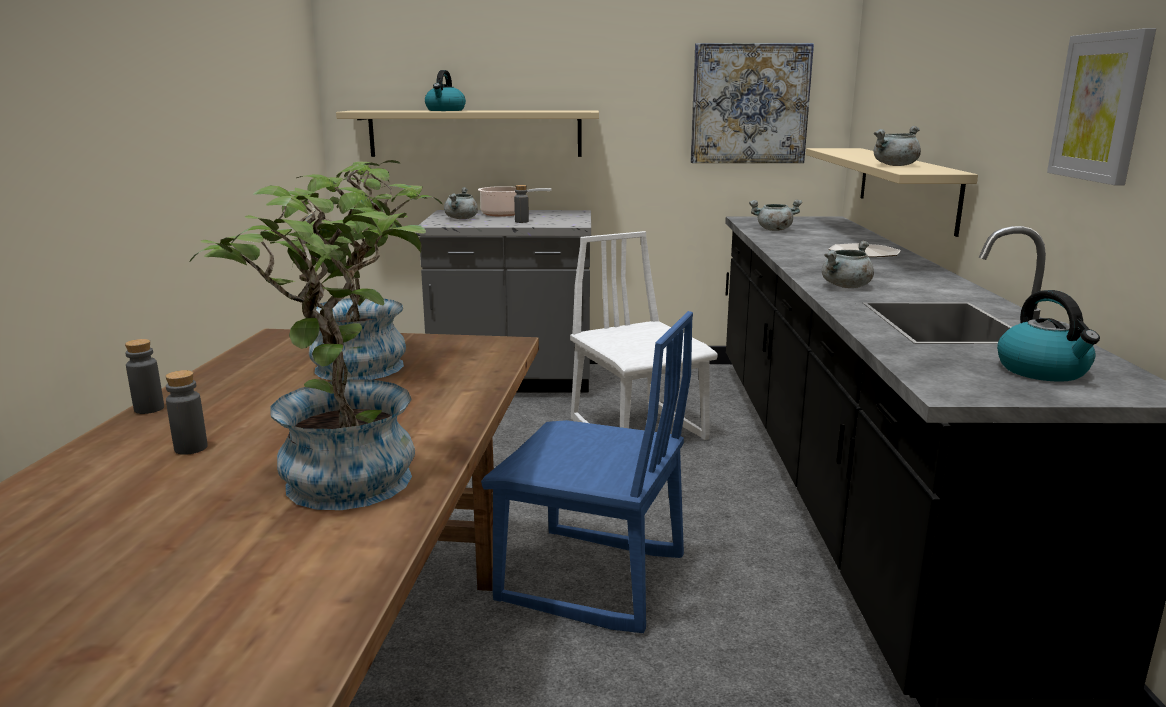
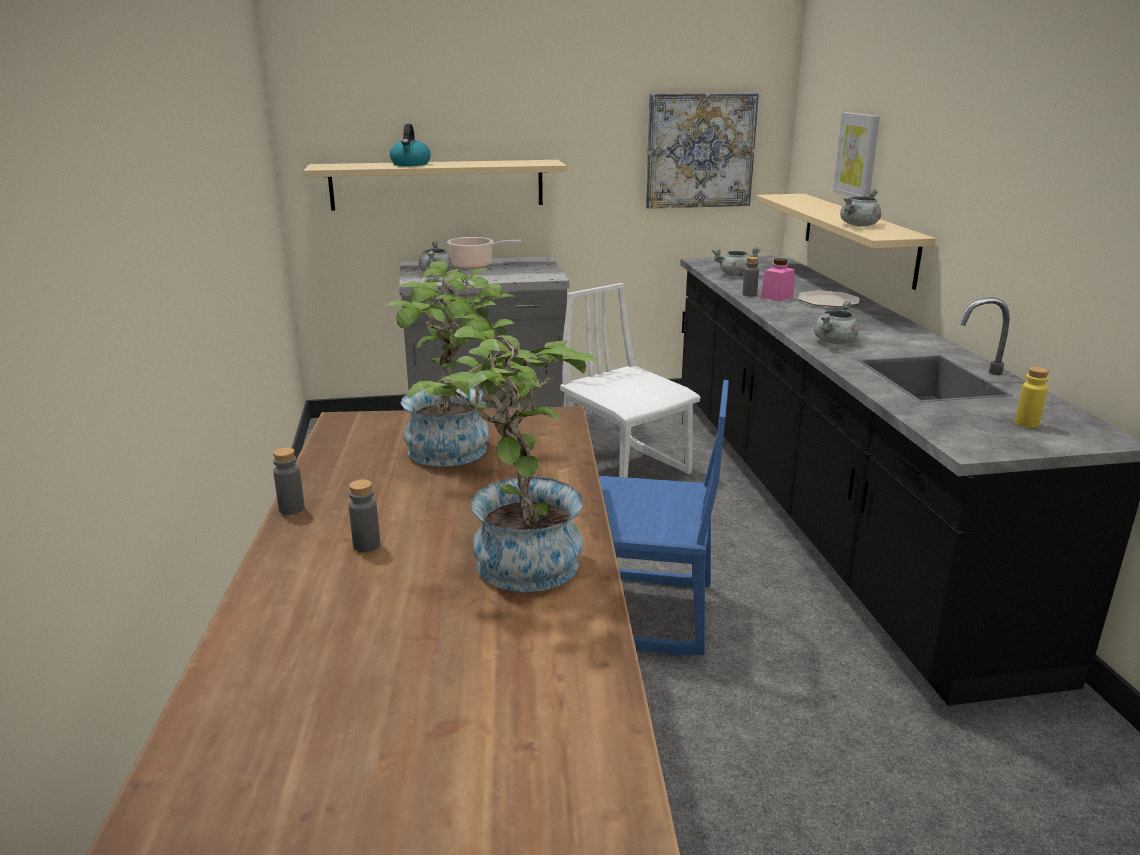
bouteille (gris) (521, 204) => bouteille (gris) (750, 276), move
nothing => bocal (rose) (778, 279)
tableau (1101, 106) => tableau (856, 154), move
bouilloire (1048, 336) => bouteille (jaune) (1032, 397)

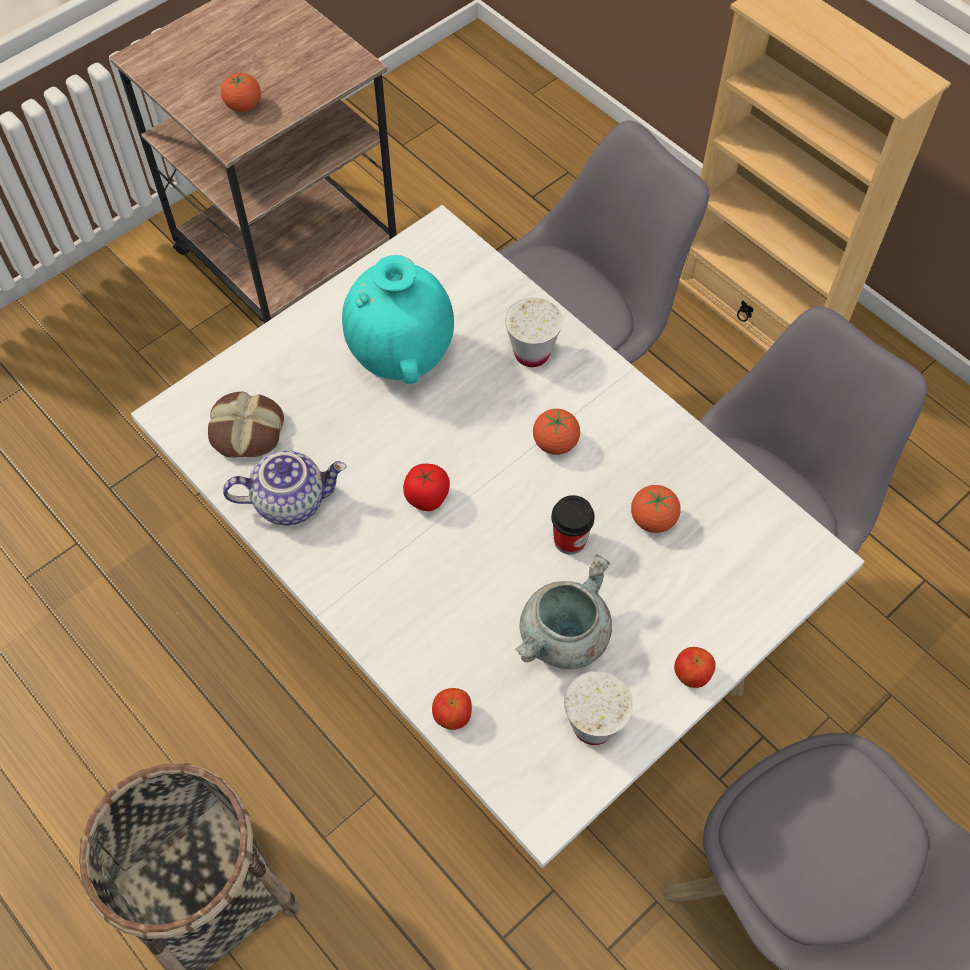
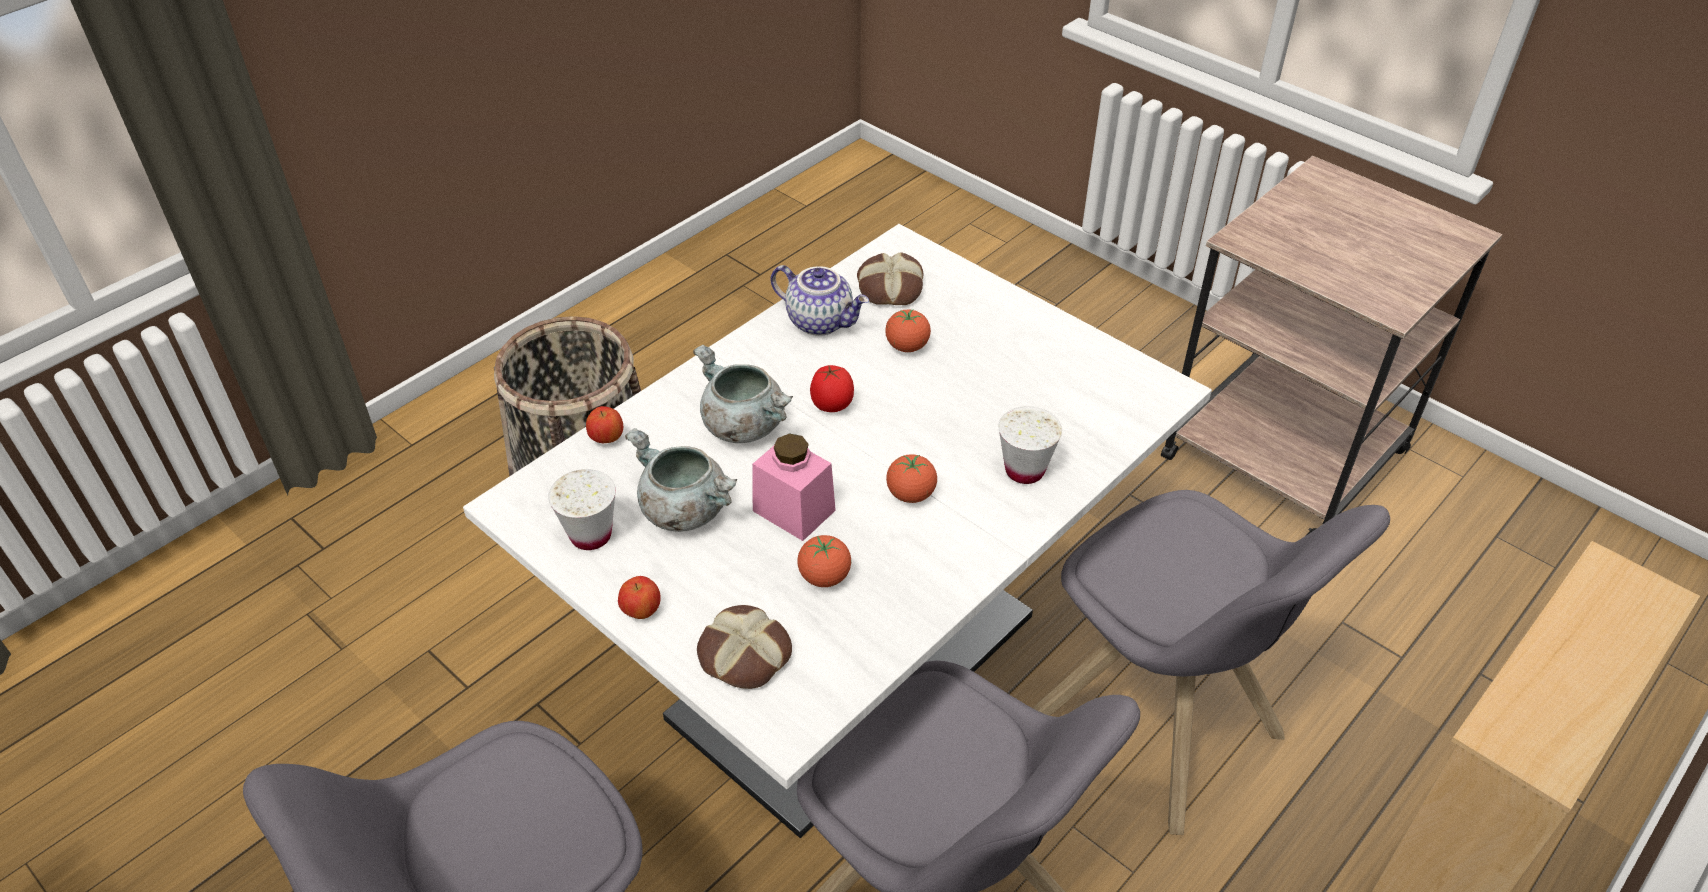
nothing => marmite (gris) (743, 394)
nothing => pain (744, 647)
tasse (573, 525) => bocal (rose) (794, 487)
théière (284, 488) => théière (819, 300), 45 degrees counterclockwise
tomate (241, 92) => tomate (908, 330), move
vase (turquoise) (398, 319) => nothing

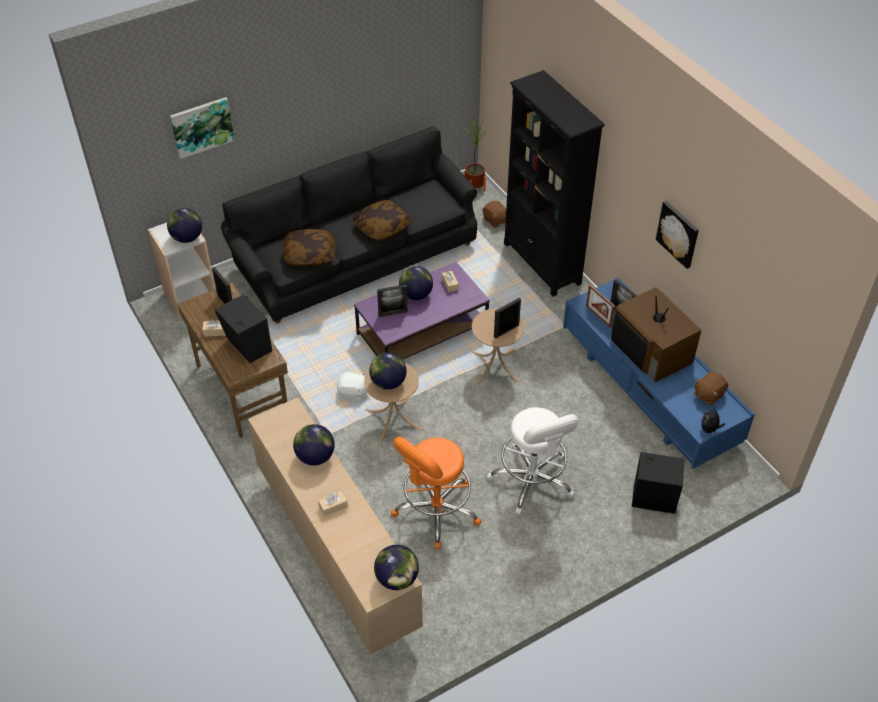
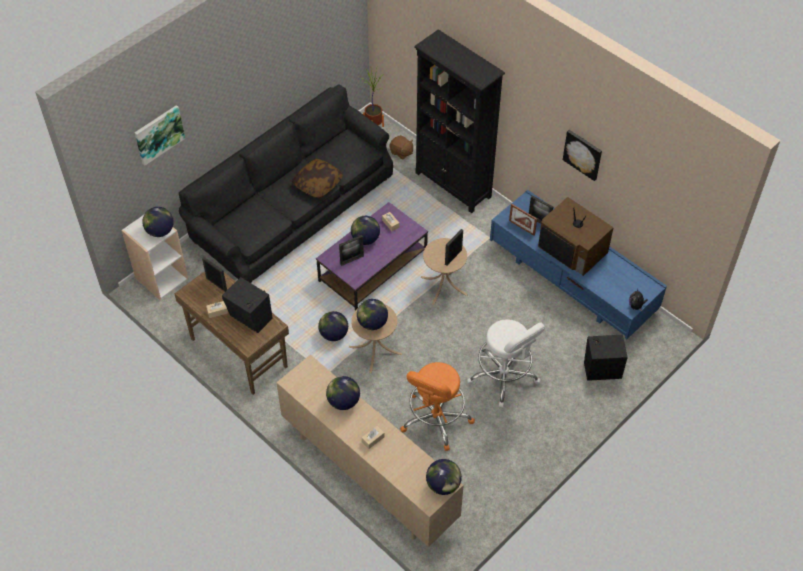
peluche (blanc) (352, 386) => globe (333, 326)
coussin (309, 248) => nothing
peluche (marron) (711, 389) => nothing

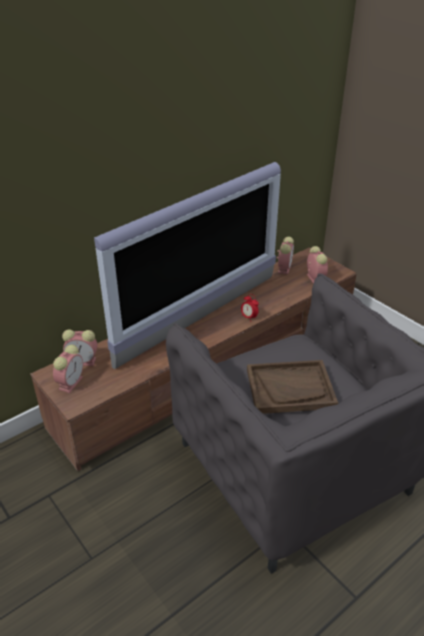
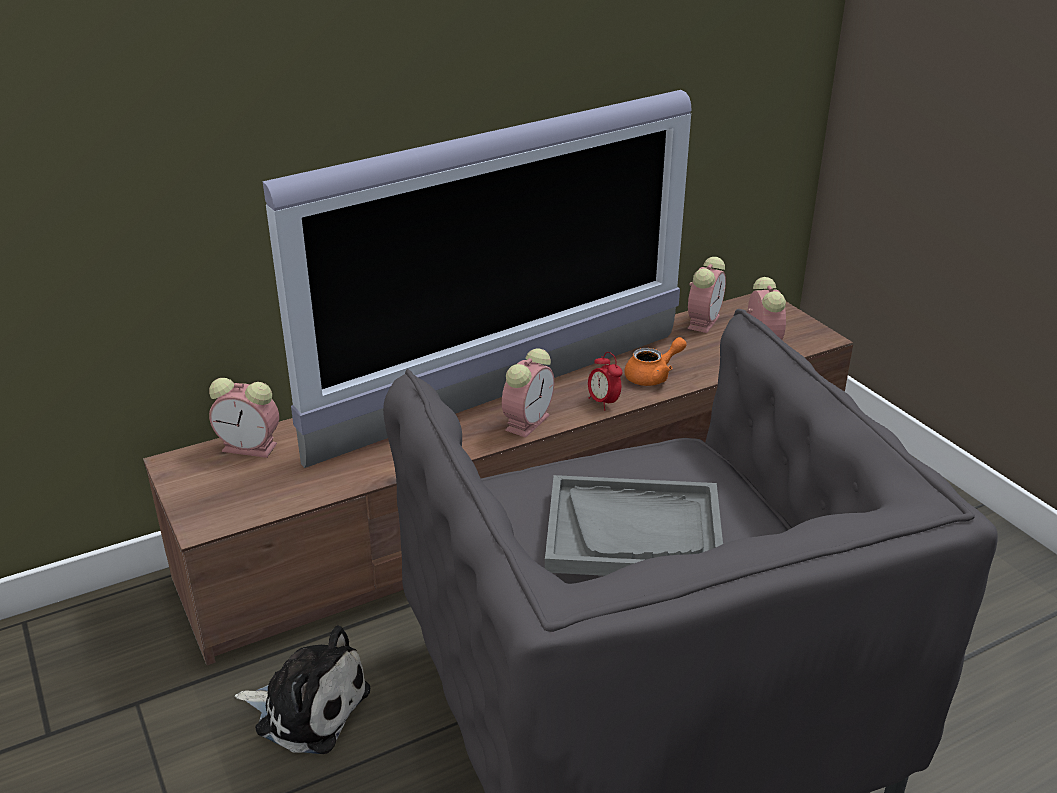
nothing => peluche (302, 689)
réveil (68, 369) => réveil (528, 393), move
plateau (marron) (292, 387) => plateau (gris) (634, 525)
nothing => théière (orange) (655, 361)

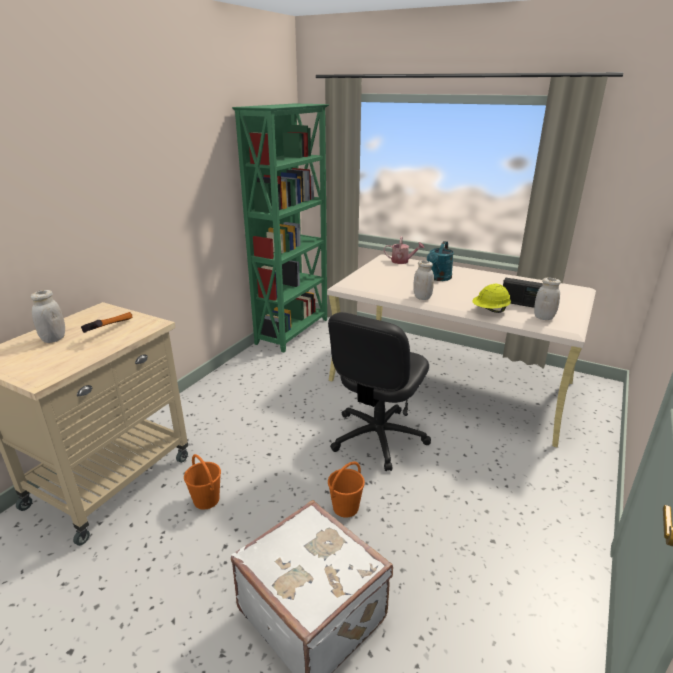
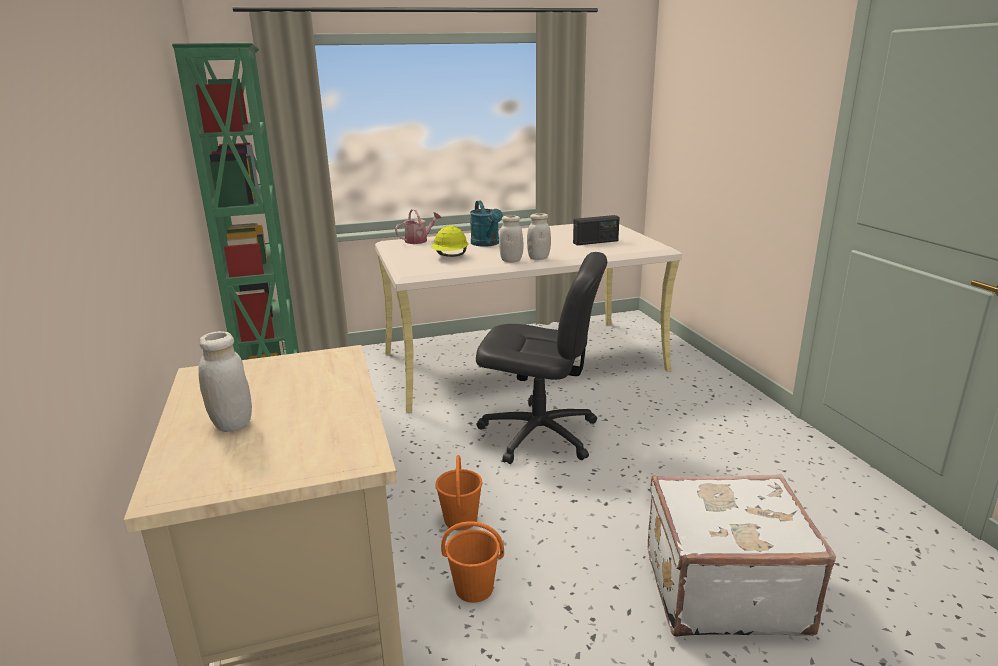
casque de chantier (jaune) (491, 298) => casque de chantier (jaune) (449, 241), move
seau (orange) (346, 490) => seau (orange) (459, 492), move
chaise de bureau (noir) (379, 391) => chaise de bureau (noir) (541, 358), 60 degrees counterclockwise
bocal (blanc) (547, 299) => bocal (blanc) (539, 236), move
marteau (106, 322) => nothing

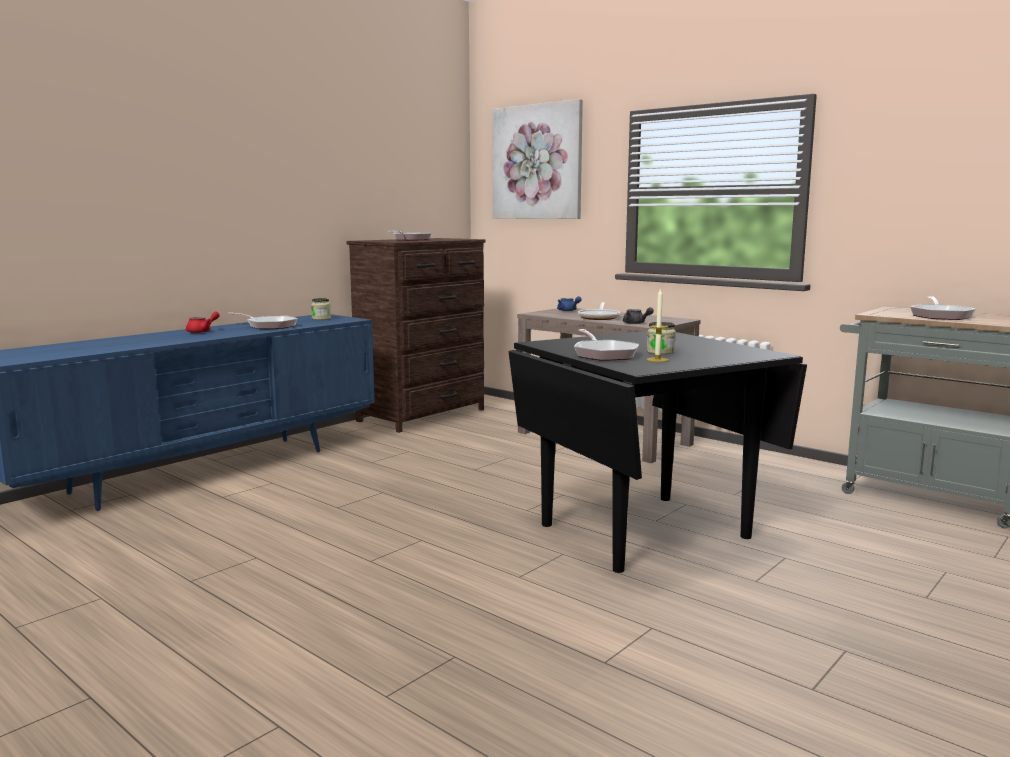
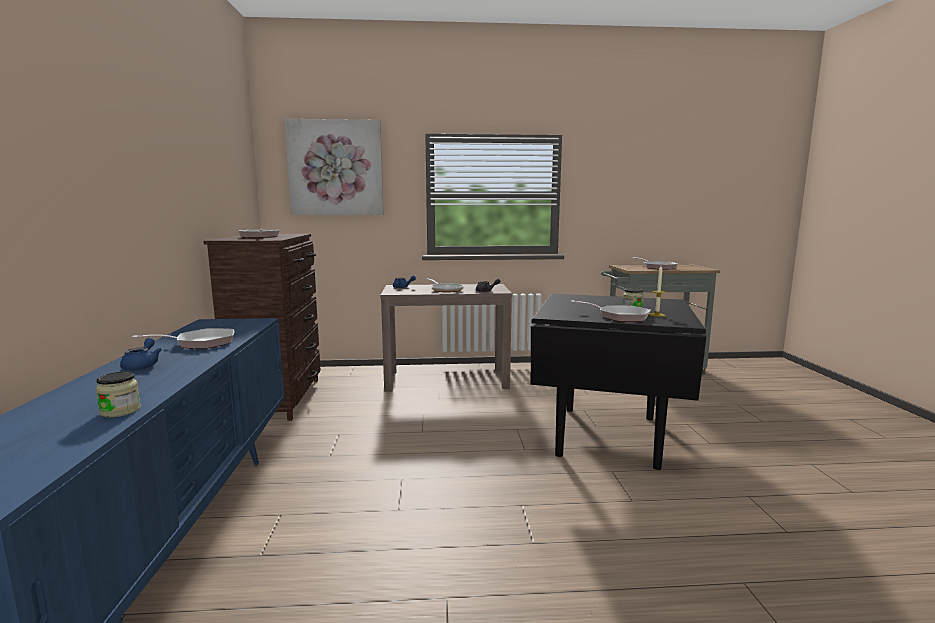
bocal (321, 309) => bocal (118, 394), move
théière (rouge) (203, 322) => théière (bleu) (141, 354)

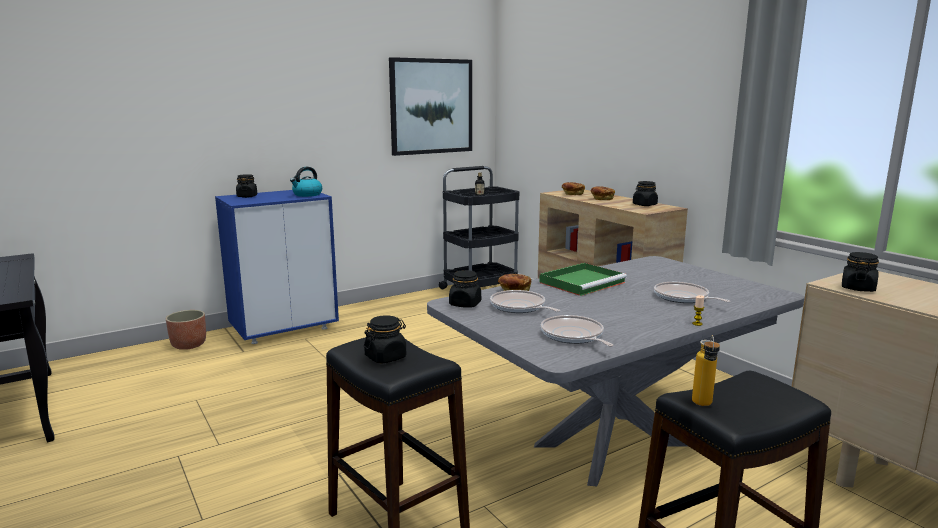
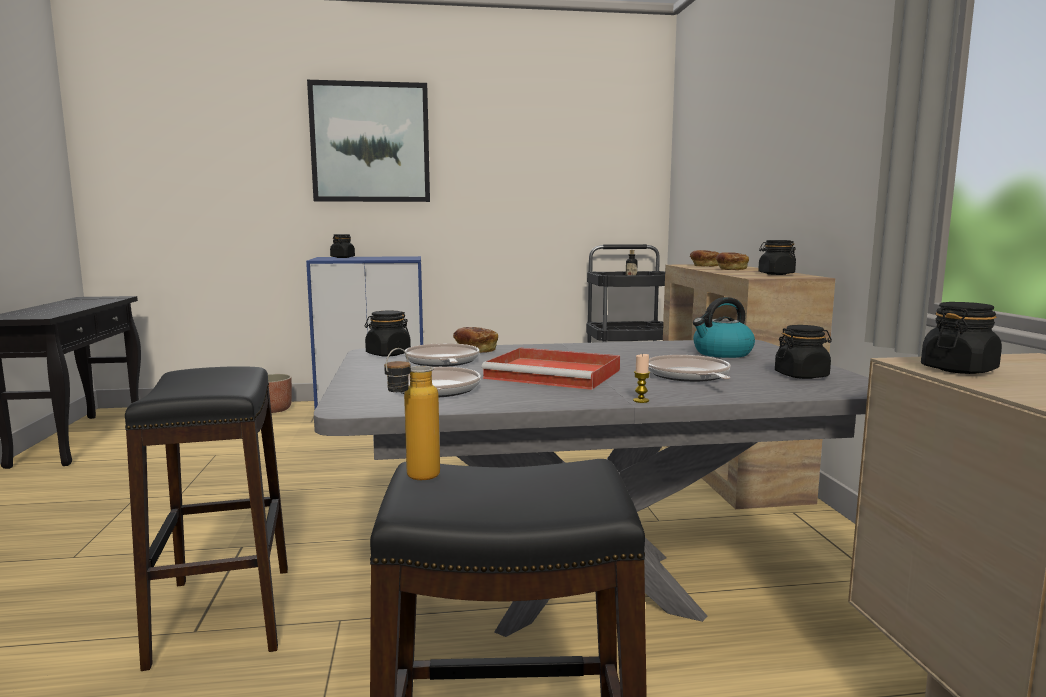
tableau (430, 106) => tableau (368, 141), move
nothing => plateau (rouge) (550, 369)
bouilloire (306, 182) => bouilloire (724, 327), move
bocal (noir) (385, 339) => bocal (noir) (803, 352), move
plateau (vert) (583, 279) => nothing

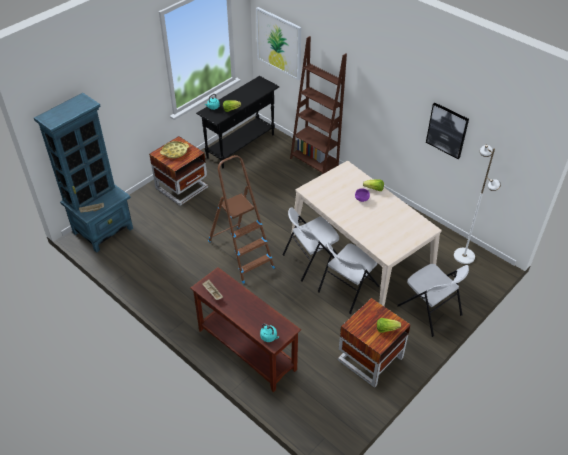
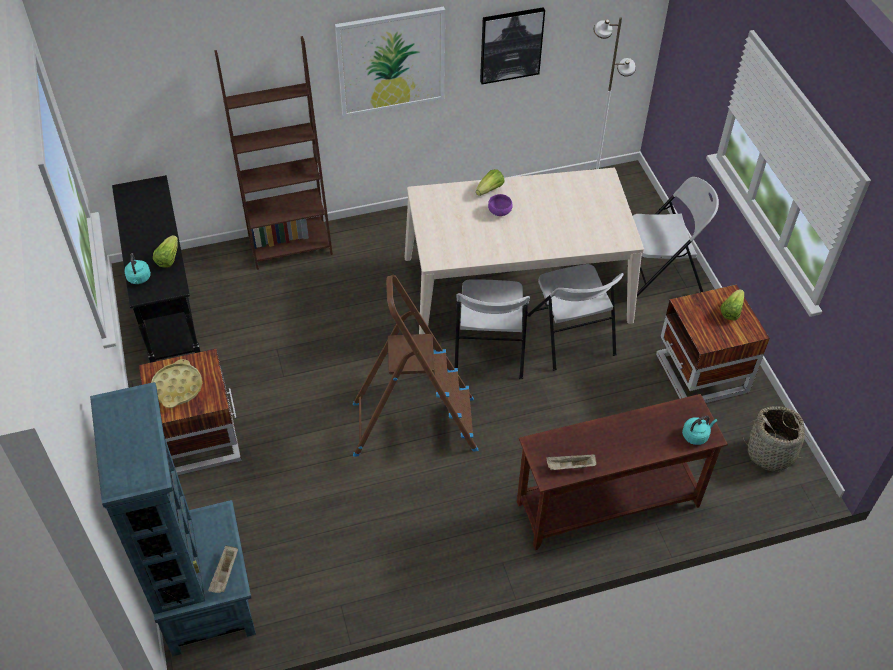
tableau (278, 43) => tableau (390, 62), move
nothing => panier (778, 439)

